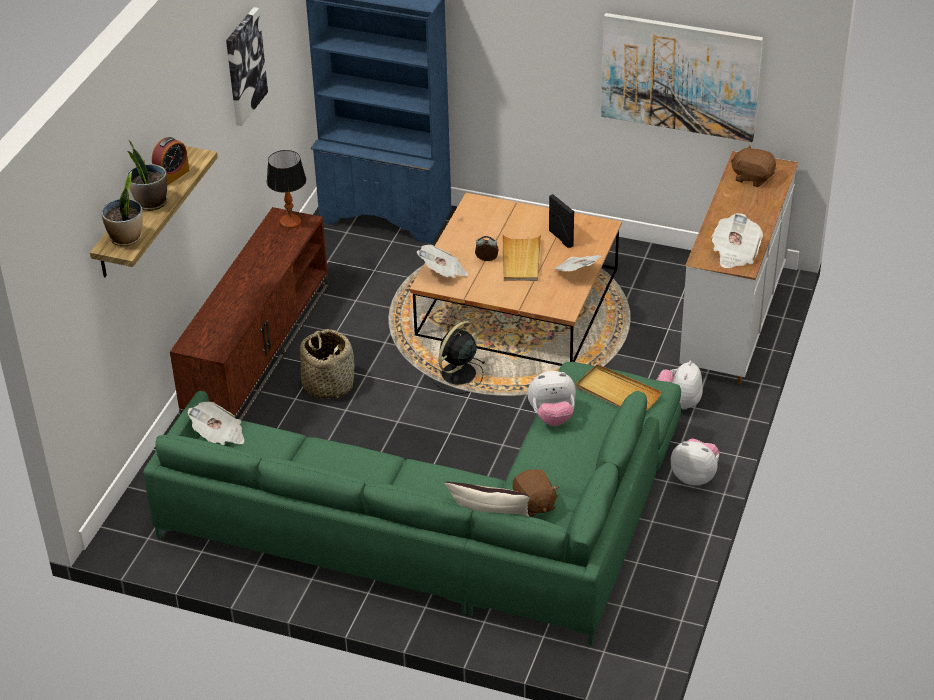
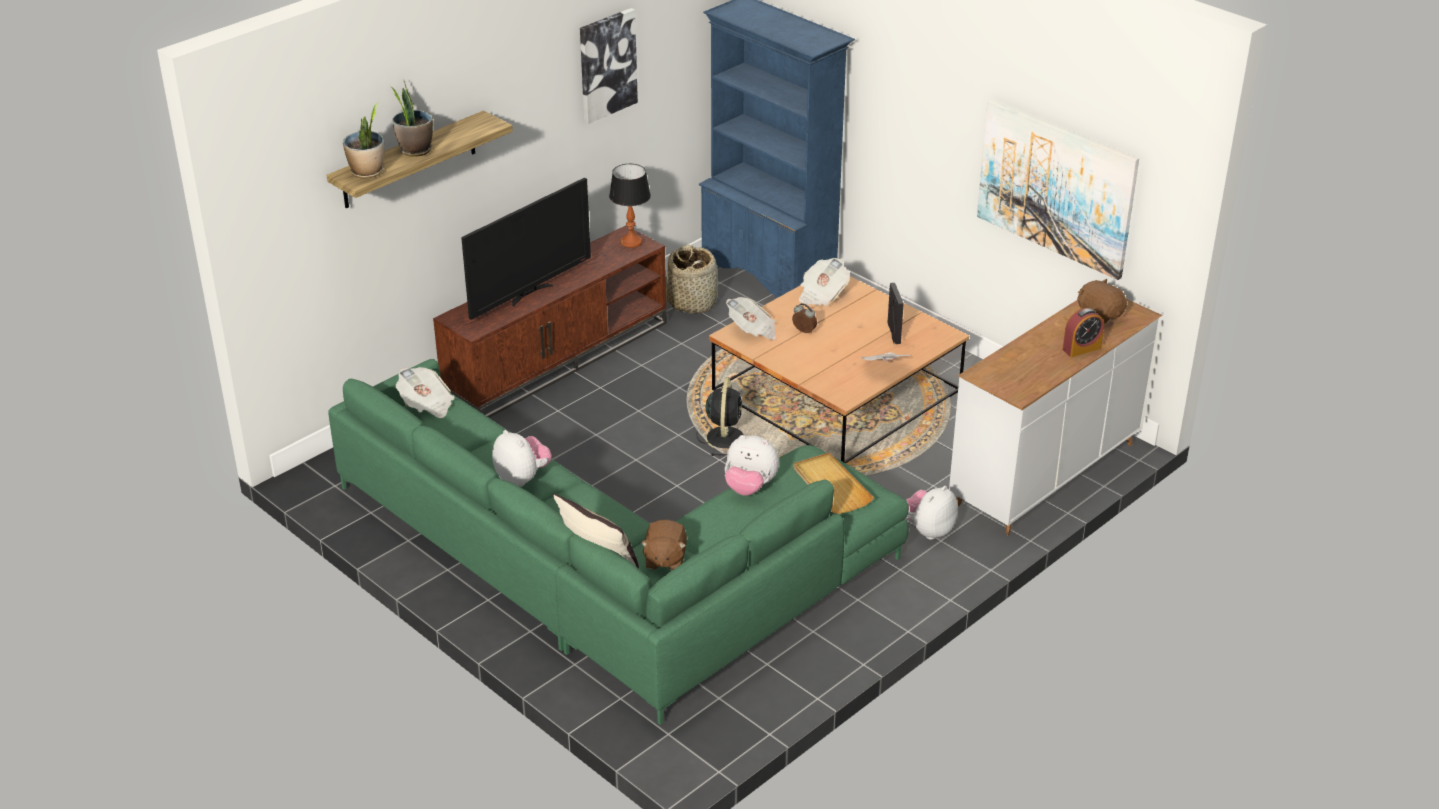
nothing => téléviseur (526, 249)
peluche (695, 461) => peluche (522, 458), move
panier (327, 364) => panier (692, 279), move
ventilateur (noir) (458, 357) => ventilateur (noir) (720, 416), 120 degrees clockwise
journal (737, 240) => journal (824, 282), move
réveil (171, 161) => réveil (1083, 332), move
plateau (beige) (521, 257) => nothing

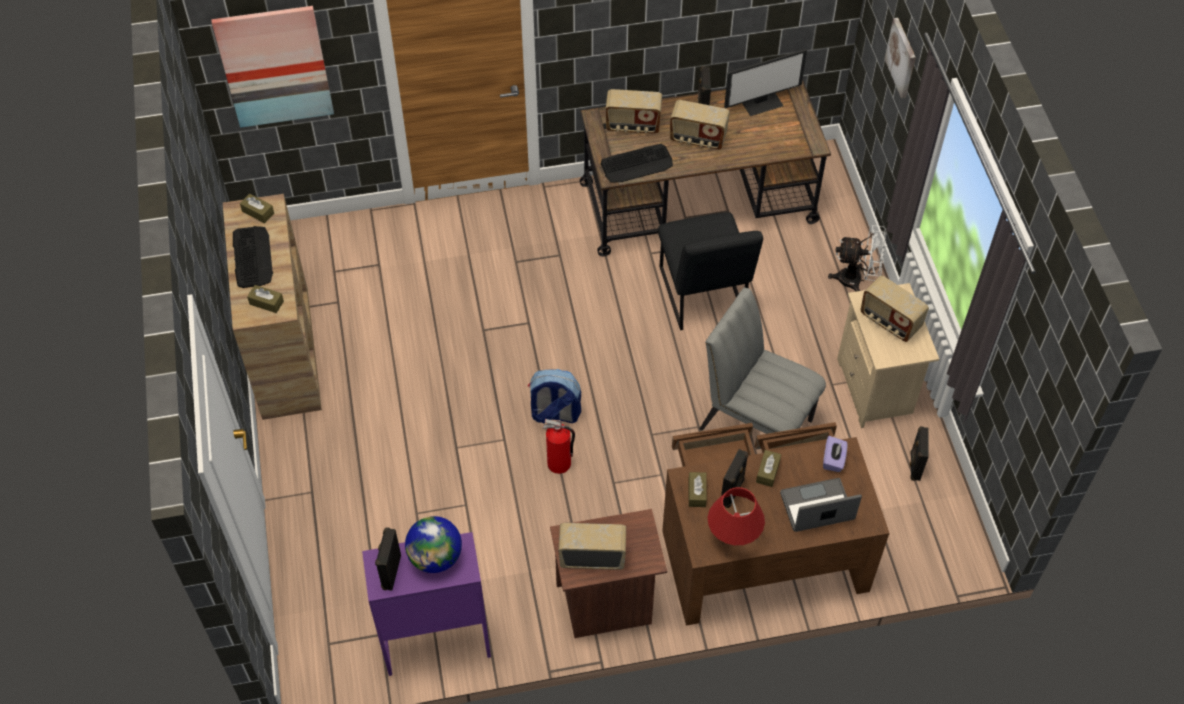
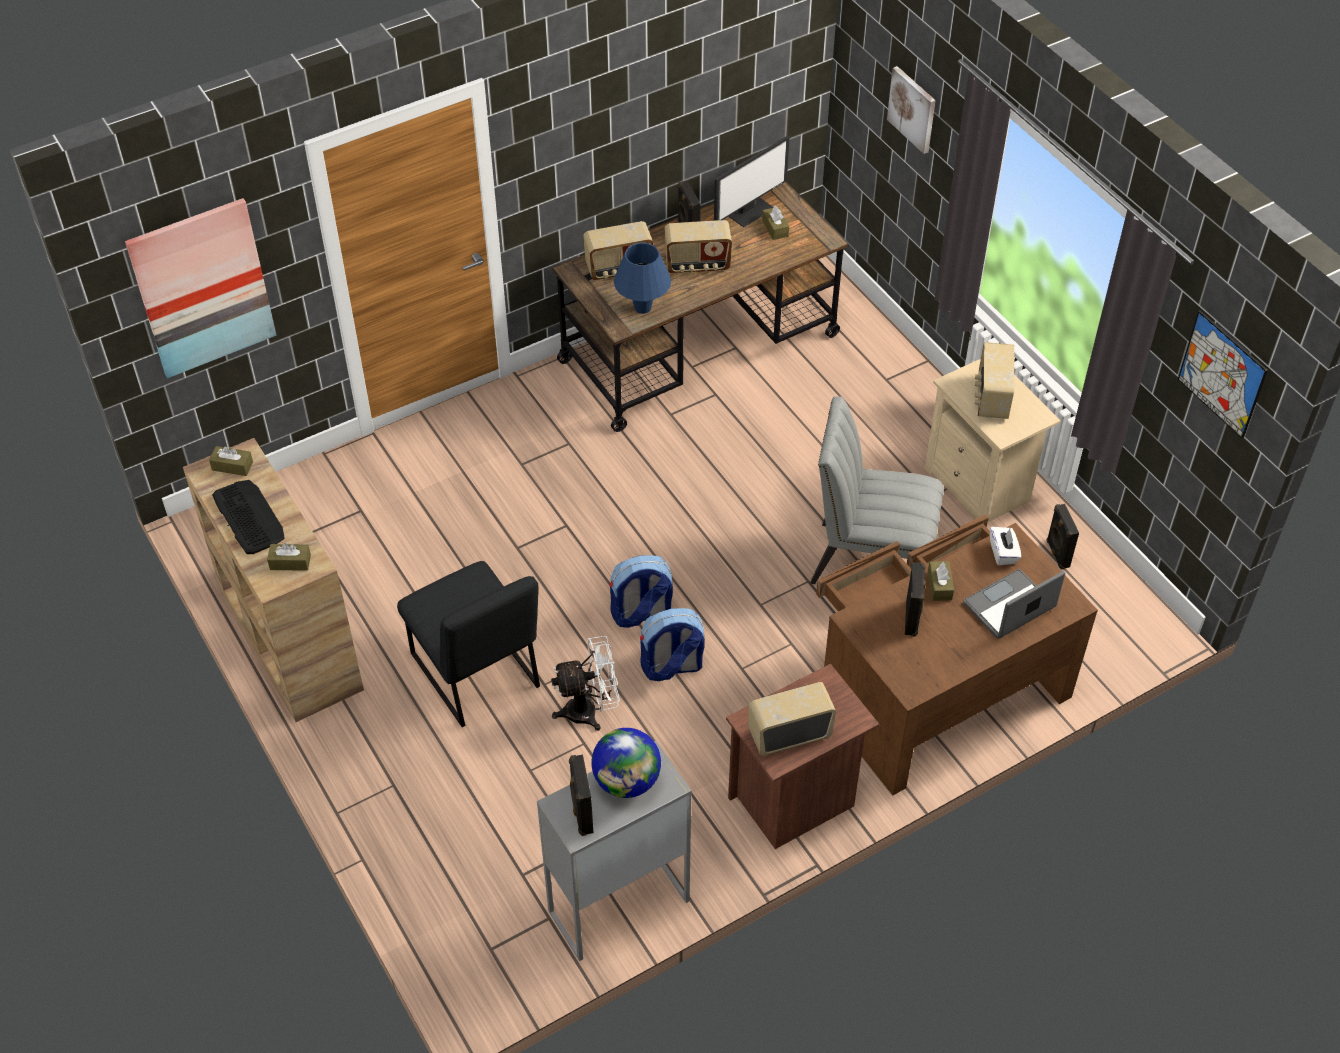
chaise (noir) (710, 271) => chaise (noir) (468, 644), move
meuble de rangement (violet) (426, 604) => meuble de rangement (gris) (614, 851)
ventilateur (blanc) (857, 258) => ventilateur (blanc) (585, 683), move
clavier (637, 163) => lampe de table (bleu) (642, 278)
extincteur (559, 446) => sac à dos (672, 644)
boîte à mouchoirs (marron) (698, 489) => boîte à mouchoirs (marron) (775, 223), move
radio (894, 309) => radio (994, 380), 75 degrees clockwise
boîte à mouchoirs (violet) (835, 454) => boîte à mouchoirs (blanc) (1005, 546)
nothing => tableau (1223, 374)
lampe de table (rouge) (736, 516) => nothing

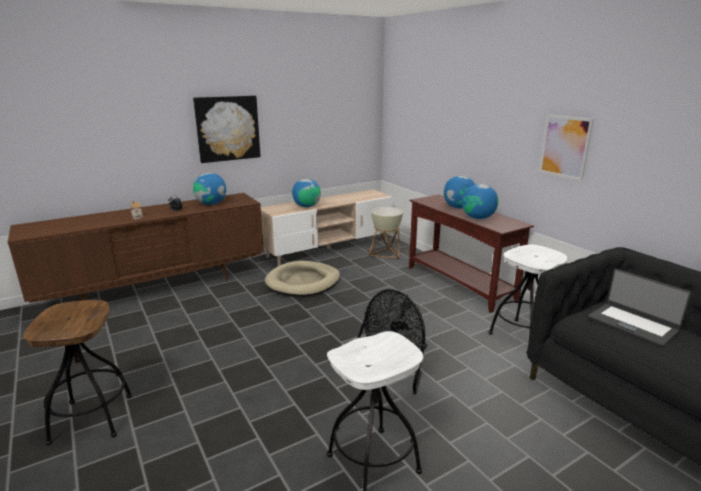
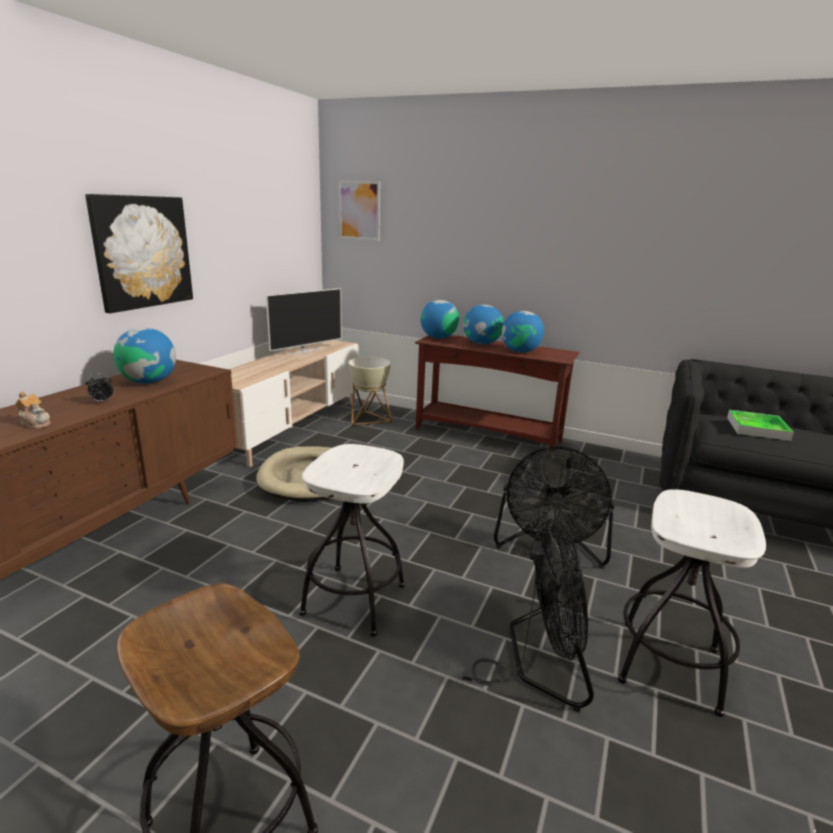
nothing => téléviseur (304, 321)
tabouret (blanc) (528, 299) => tabouret (blanc) (352, 540), move
tableau (566, 147) => tableau (359, 210), move
globe (306, 193) => globe (440, 319), move
nothing => ventilateur (noir) (527, 616)
ordinateur portable (639, 308) => plateau (760, 425)

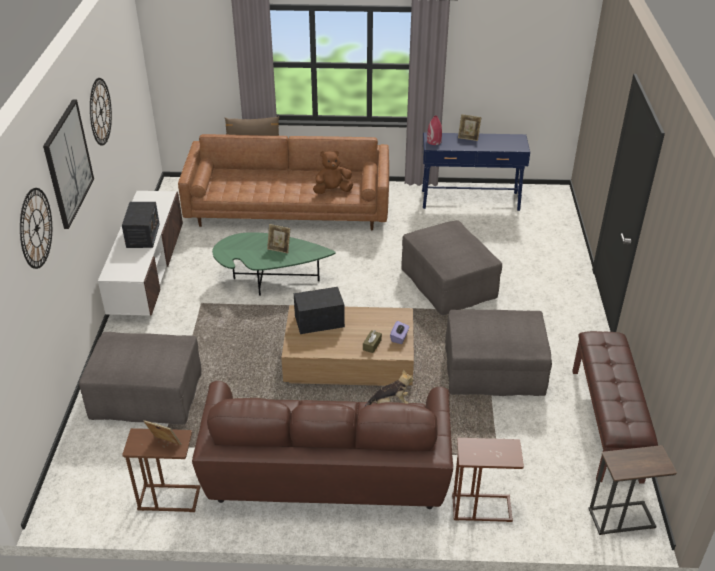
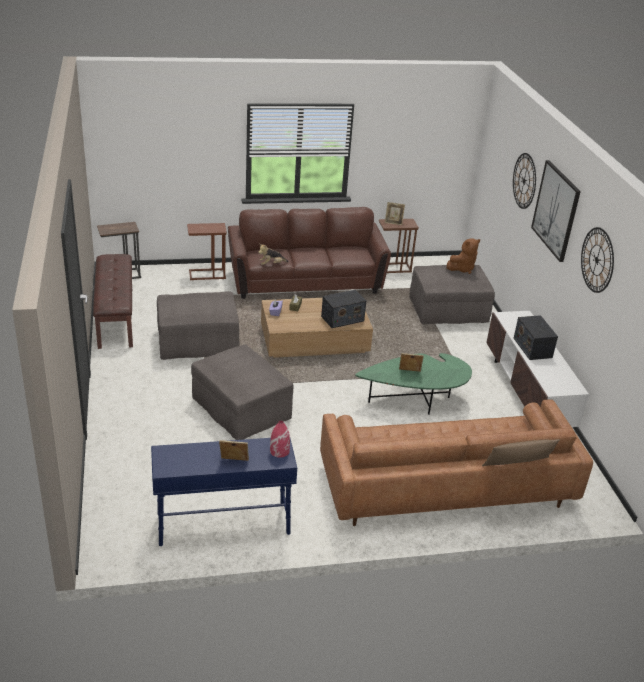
peluche (marron) (333, 172) => peluche (marron) (463, 256), move

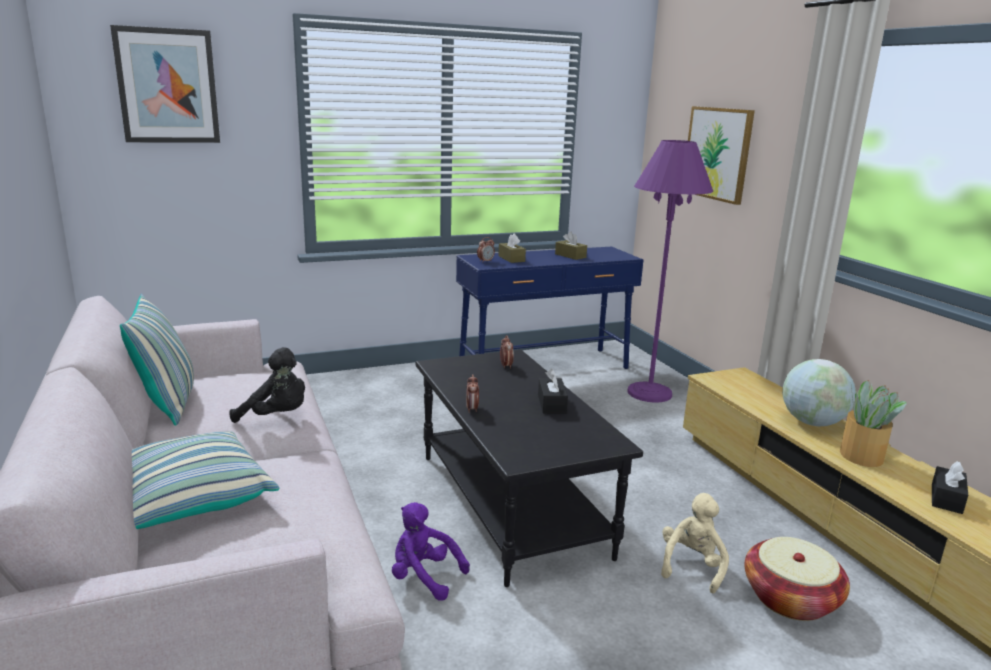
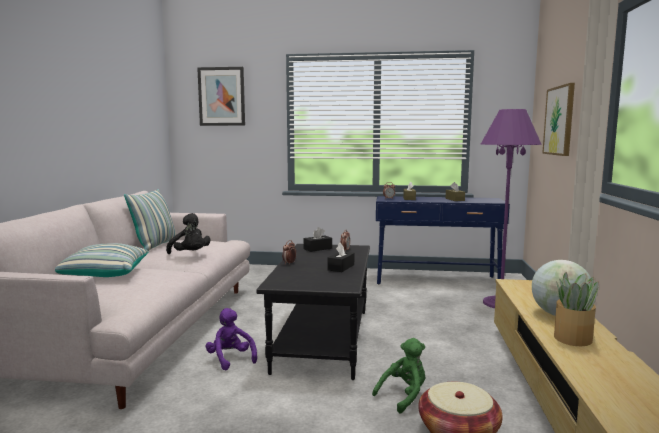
boîte à mouchoirs (noir) (950, 487) => boîte à mouchoirs (noir) (317, 239), move
peluche (beige) (695, 543) => peluche (vert) (398, 375)

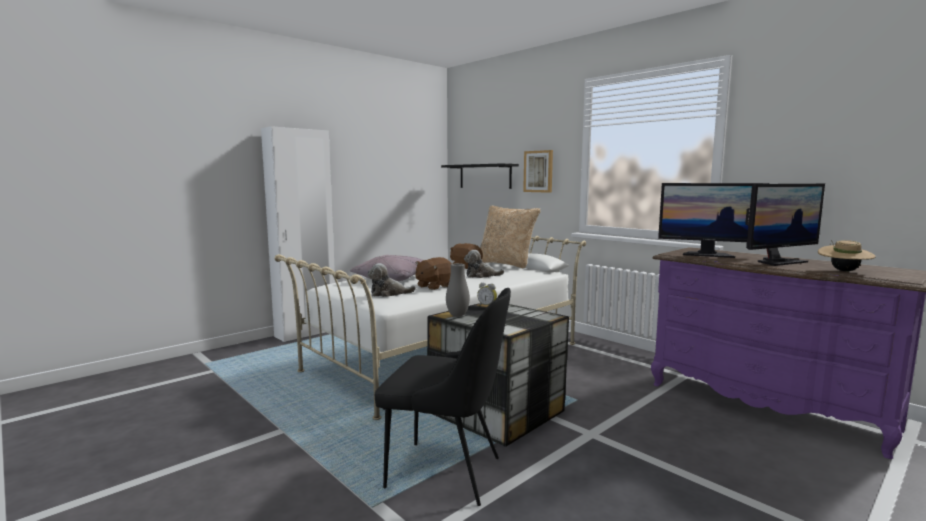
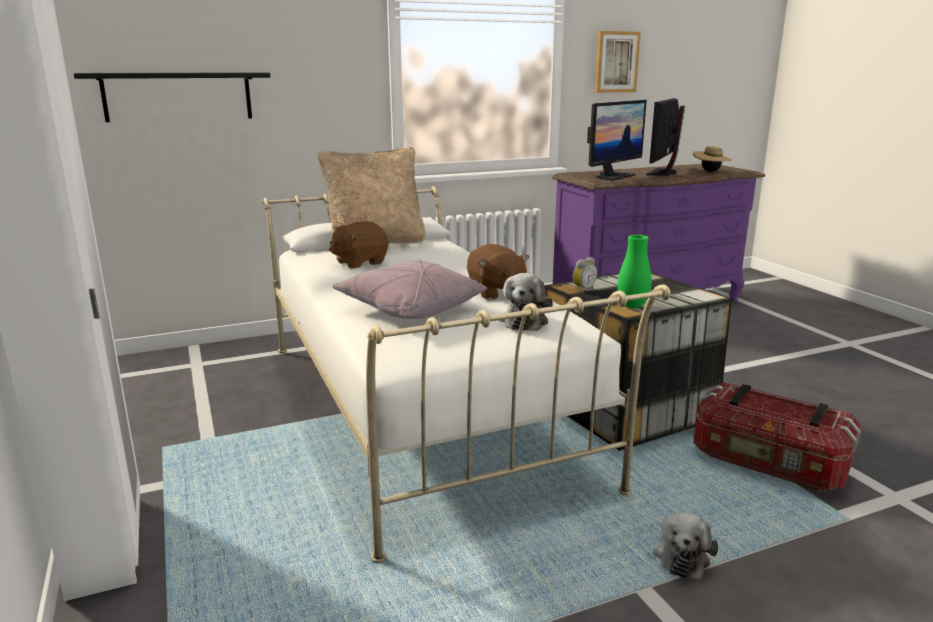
tableau (538, 171) => tableau (618, 62), move
vase (gris) (458, 290) => vase (vert) (635, 271)
écran d'ordinateur (785, 225) => écran d'ordinateur (665, 137), 150 degrees counterclockwise
peluche (484, 264) => peluche (685, 546), move
chaise (noir) (443, 397) => boîte de rangement (777, 436)

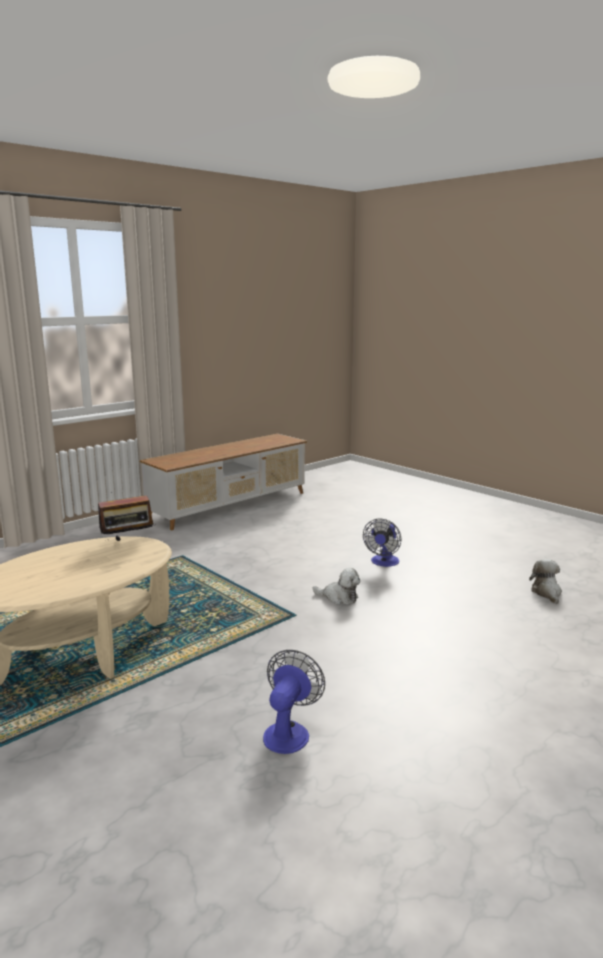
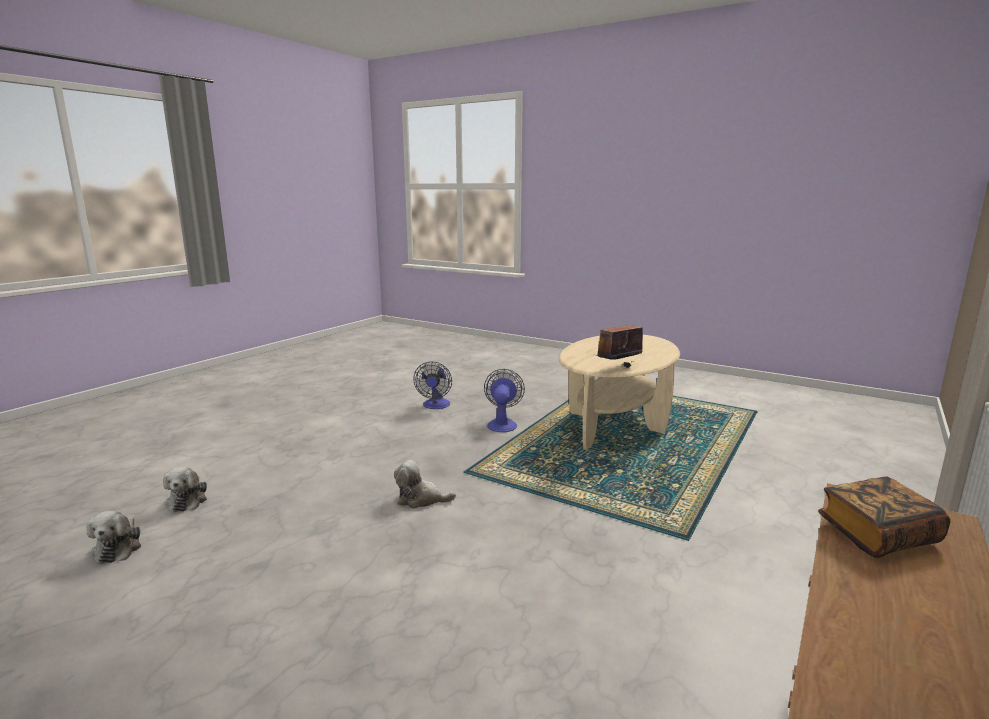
nothing => peluche (185, 489)
ventilateur (382, 543) => ventilateur (504, 400), move
nothing => livre (884, 517)

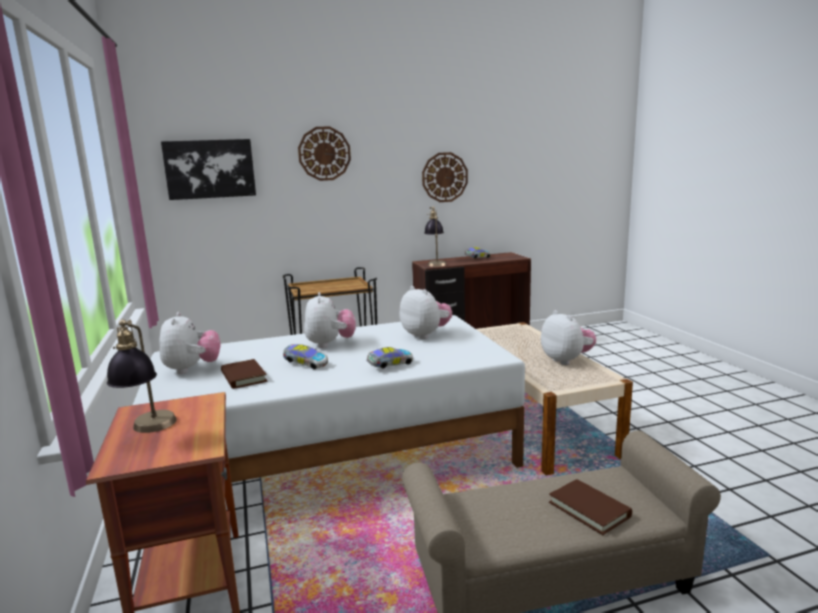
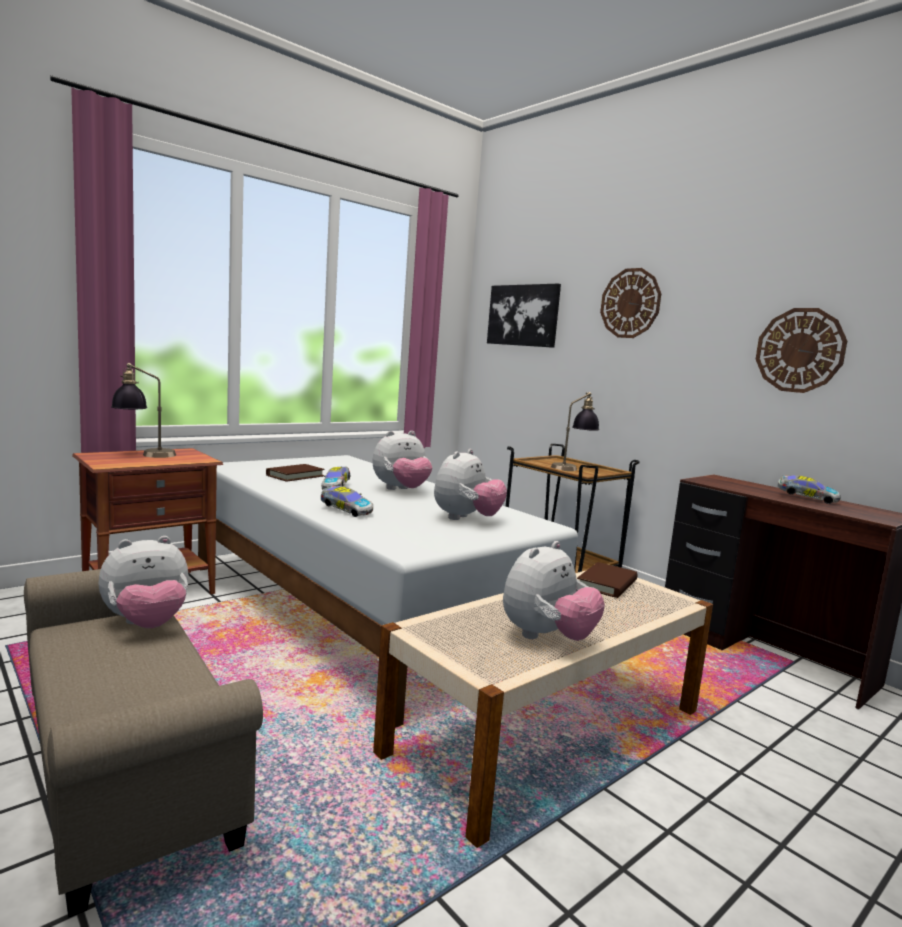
peluche (190, 343) => peluche (143, 582), move
lampe de table (435, 236) => lampe de table (575, 431), move
livre (marron) (590, 507) => livre (marron) (607, 580), move

